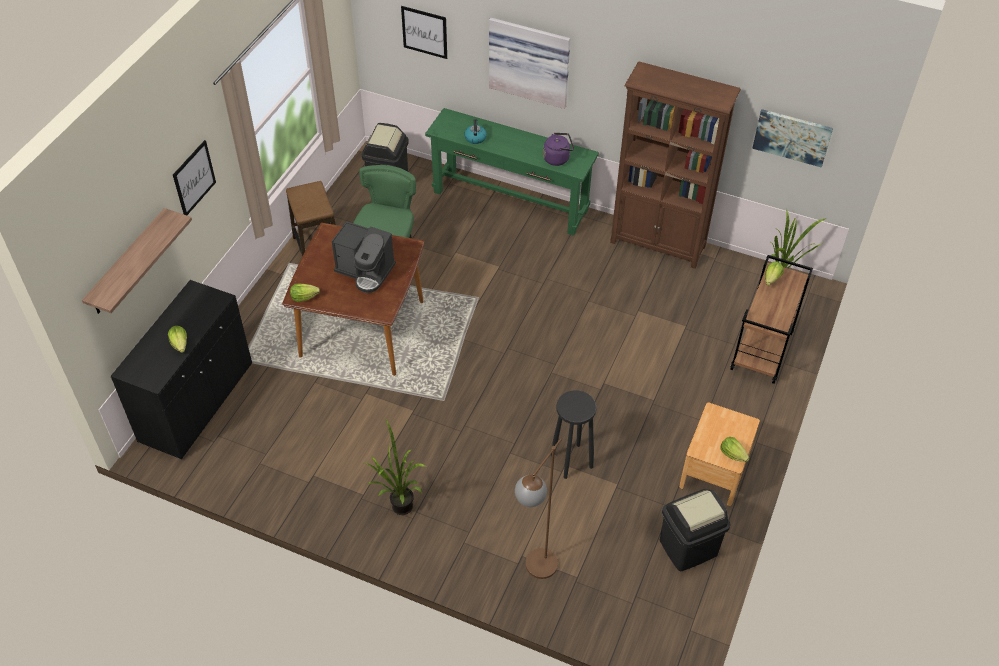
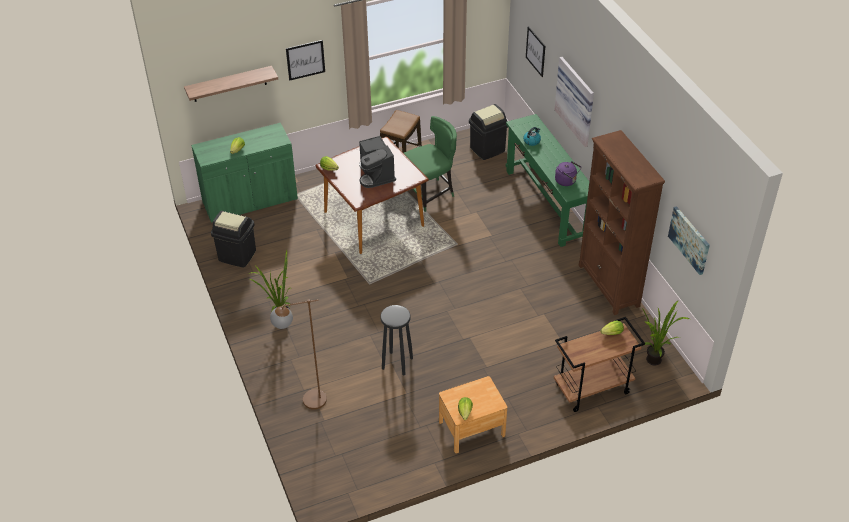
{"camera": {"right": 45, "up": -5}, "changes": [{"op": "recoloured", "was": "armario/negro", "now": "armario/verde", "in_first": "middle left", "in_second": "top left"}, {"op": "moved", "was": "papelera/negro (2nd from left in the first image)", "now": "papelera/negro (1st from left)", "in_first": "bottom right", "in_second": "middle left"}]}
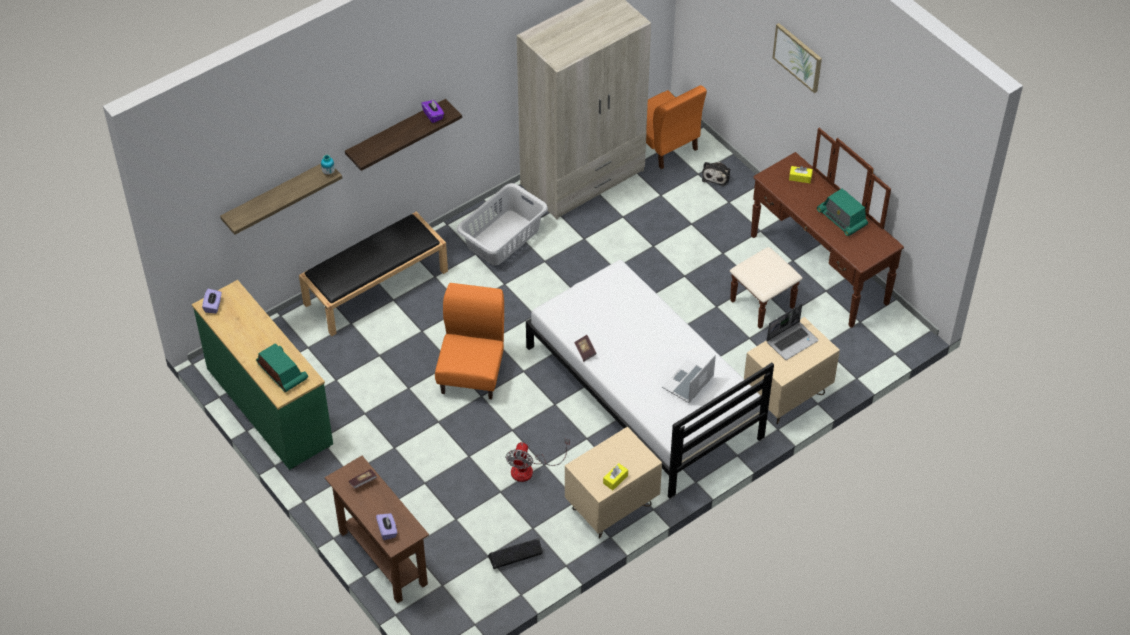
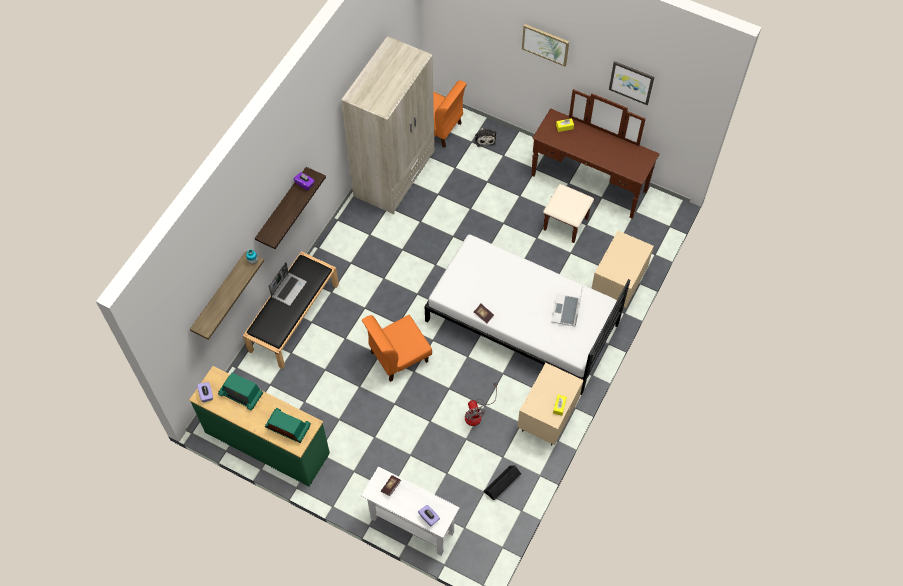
{"camera": {"right": -25, "up": 10}, "changes": [{"op": "recoloured", "was": "mesa consola/marrón", "now": "mesa consola/blanco", "in_first": "bottom centre", "in_second": "bottom centre"}, {"op": "turned", "was": "silla/naranja (1st from left)", "in_first": "centre", "in_second": "centre", "clockwise": -105}, {"op": "removed", "was": "cesto de la ropa/gris", "in_first": "centre"}, {"op": "moved", "was": "portátil (2nd from left in the first image)", "now": "portátil (1st from left)", "in_first": "middle right", "in_second": "middle left"}, {"op": "moved", "was": "radio (2nd from left in the first image)", "now": "radio (1st from left)", "in_first": "middle right", "in_second": "bottom left"}, {"op": "added", "now": "cuadro (2nd from left)", "in_second": "top right"}]}
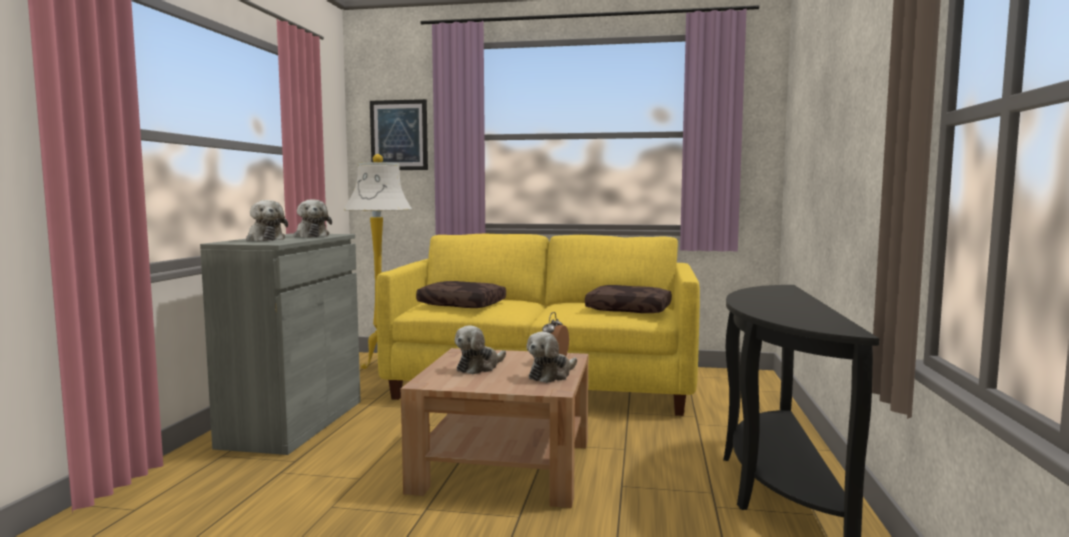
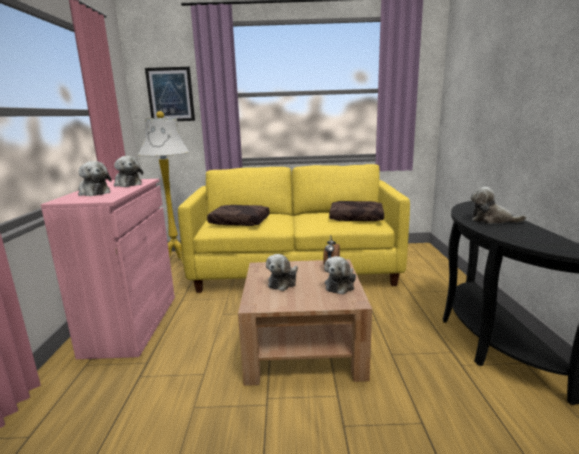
{"camera": {"right": -10, "up": 10}, "changes": [{"op": "recoloured", "was": "armario/gris", "now": "armario/rosa", "in_first": "middle left", "in_second": "middle left"}, {"op": "added", "now": "peluche (5th from left)", "in_second": "middle right"}]}
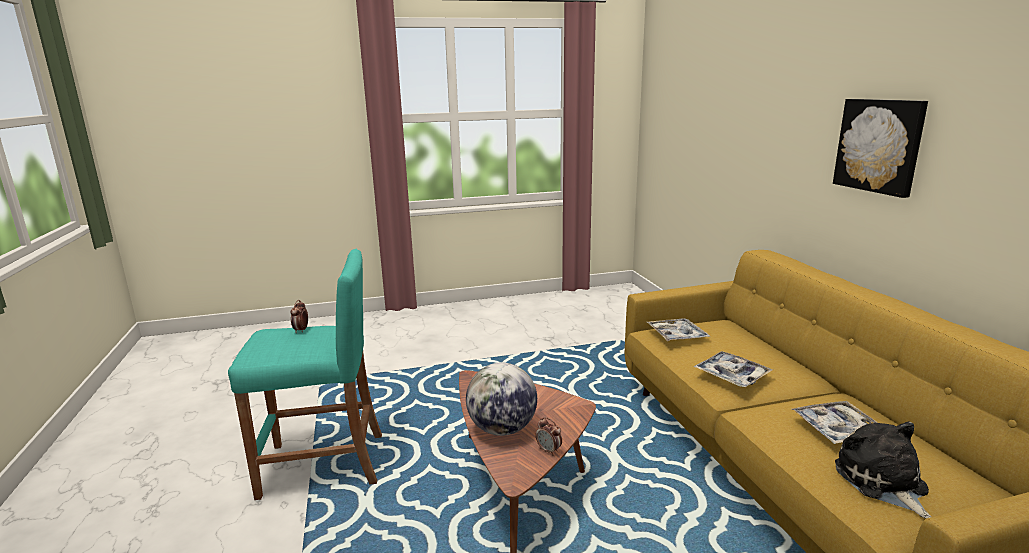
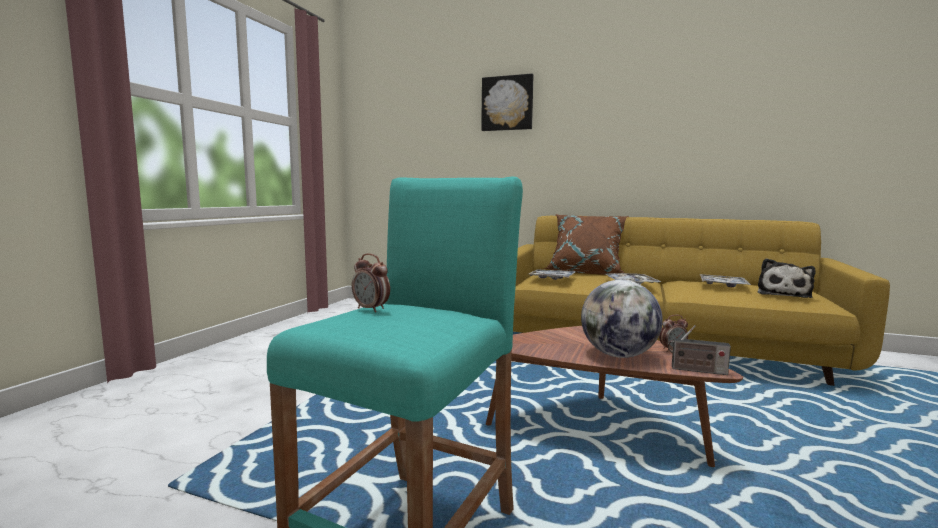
{"camera": {"right": -55, "up": -10}, "changes": [{"op": "moved", "was": "cuadro", "in_first": "top right", "in_second": "top centre"}, {"op": "turned", "was": "peluche", "in_first": "bottom right", "in_second": "middle right", "clockwise": -90}, {"op": "added", "now": "cojín/marrón", "in_second": "centre"}, {"op": "added", "now": "radio", "in_second": "middle right"}]}
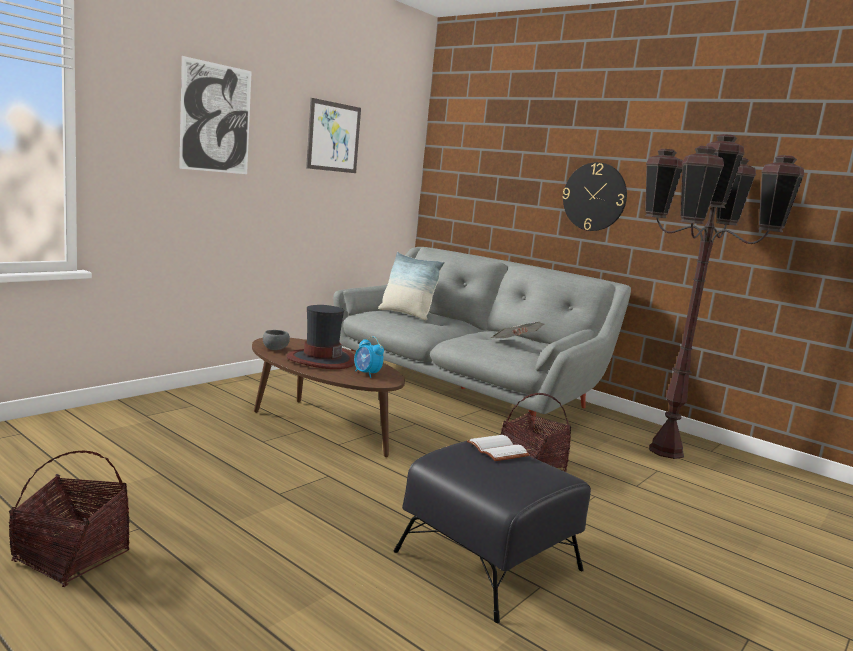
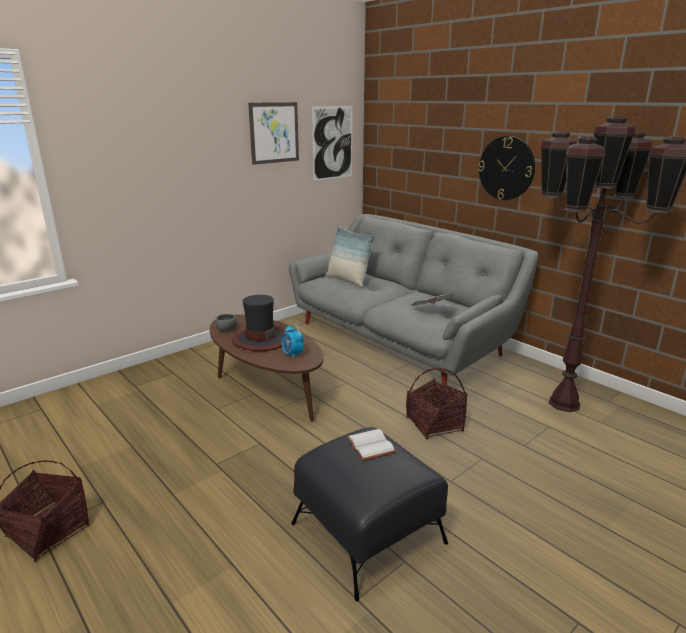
{"camera": {"right": 10, "up": 10}, "changes": [{"op": "moved", "was": "cuadro (1st from left in the first image)", "now": "cuadro (2nd from left)", "in_first": "top left", "in_second": "top centre"}]}
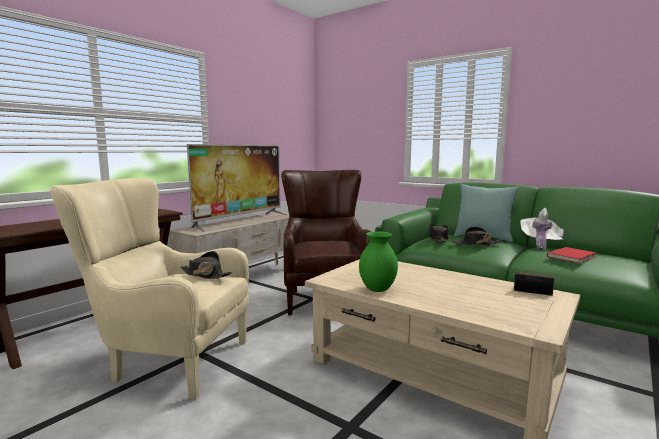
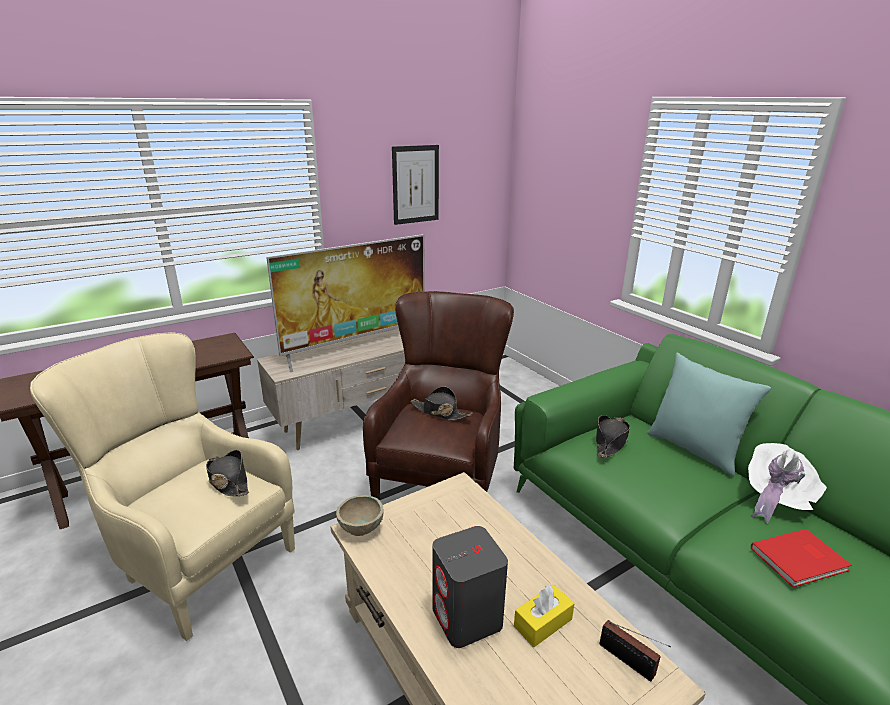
{"camera": {"right": 20, "up": 15}, "changes": [{"op": "removed", "was": "florero/verde", "in_first": "centre"}, {"op": "moved", "was": "sombrero/negro (3rd from left in the first image)", "now": "sombrero/negro (2nd from left)", "in_first": "middle right", "in_second": "centre"}, {"op": "added", "now": "cuenco/beis", "in_second": "bottom centre"}, {"op": "added", "now": "cuadro", "in_second": "top centre"}, {"op": "added", "now": "altavoz/gris", "in_second": "bottom centre"}, {"op": "added", "now": "caja de pañuelos/amarillo", "in_second": "bottom centre"}]}
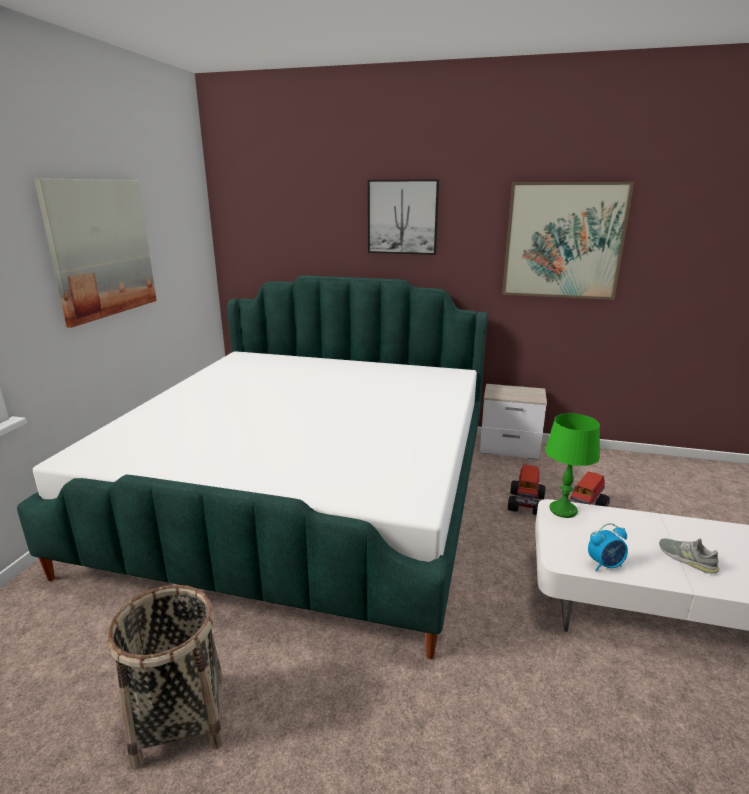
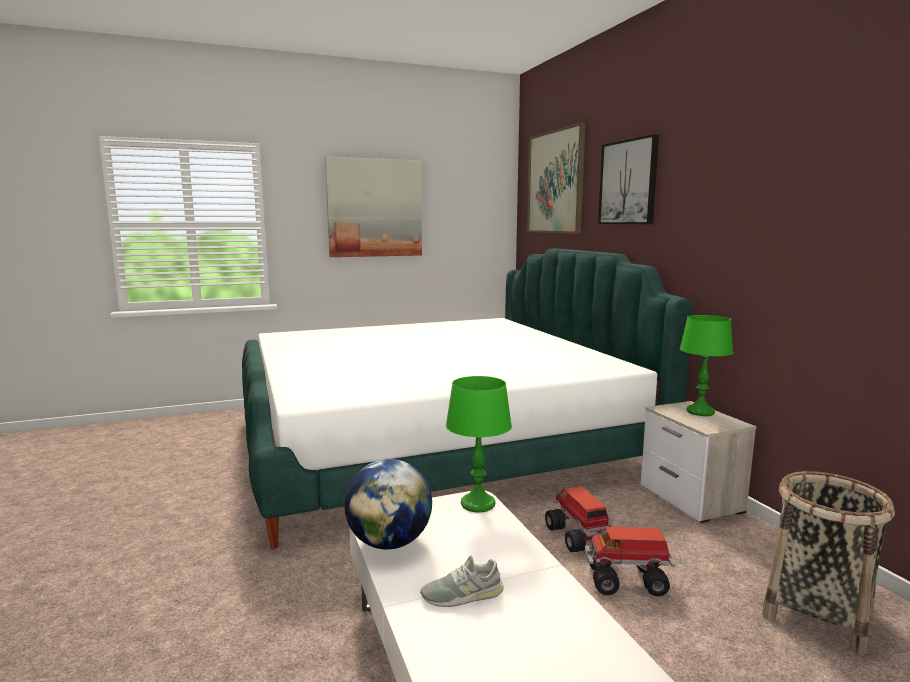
{"camera": {"right": 55, "up": -10}, "changes": [{"op": "moved", "was": "cesta", "in_first": "bottom left", "in_second": "bottom right"}, {"op": "moved", "was": "cuadro (3rd from left in the first image)", "now": "cuadro (2nd from left)", "in_first": "top right", "in_second": "top centre"}, {"op": "turned", "was": "camión de juguete (1st from left)", "in_first": "middle right", "in_second": "bottom centre", "clockwise": 90}, {"op": "replaced", "was": "despertador", "now": "globo terráqueo", "in_first": "bottom right", "in_second": "bottom centre"}, {"op": "turned", "was": "zapato/gris", "in_first": "bottom right", "in_second": "bottom centre", "clockwise": -120}, {"op": "added", "now": "lámpara de mesa/verde (2nd from left)", "in_second": "middle right"}]}
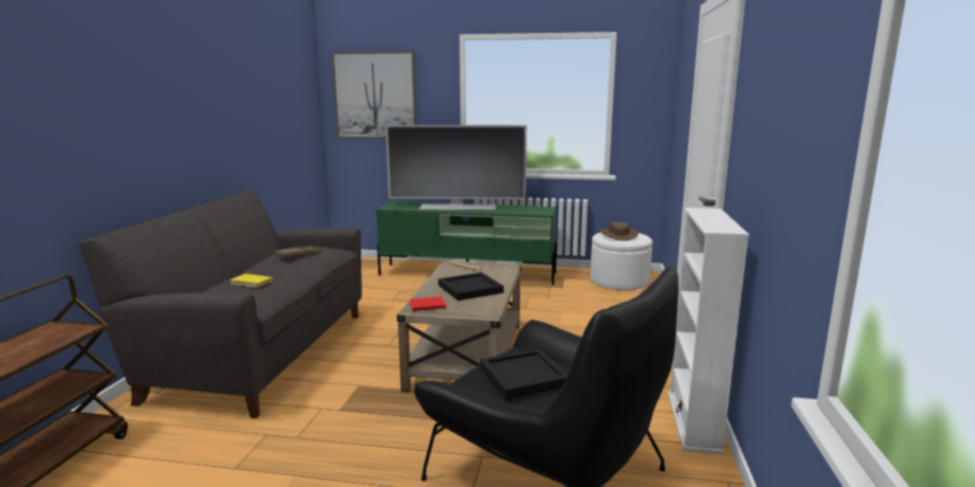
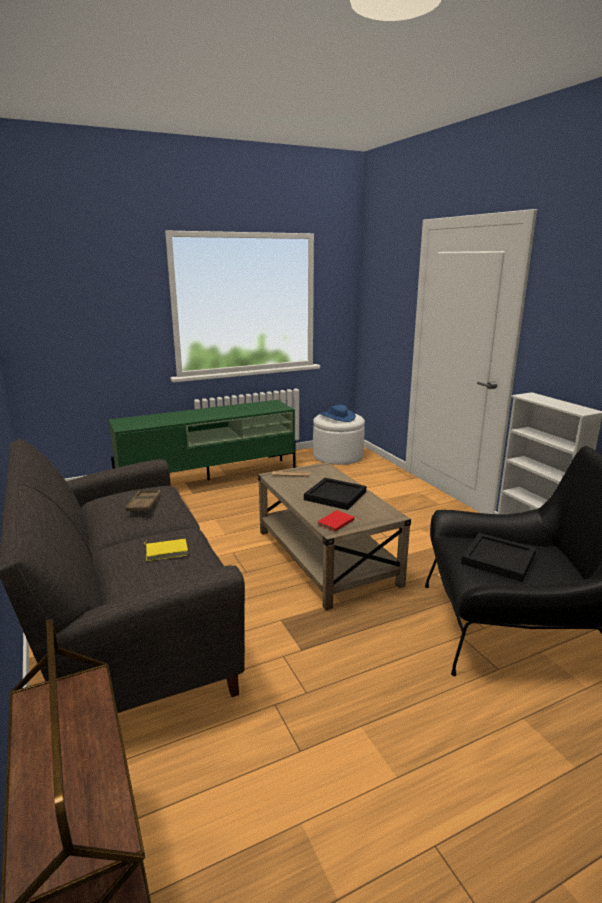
{"camera": {"right": -35, "up": 5}, "changes": [{"op": "removed", "was": "cuadro", "in_first": "top centre"}, {"op": "removed", "was": "televisor", "in_first": "centre"}, {"op": "recoloured", "was": "sombrero/marrón", "now": "sombrero/azul", "in_first": "centre", "in_second": "centre"}]}
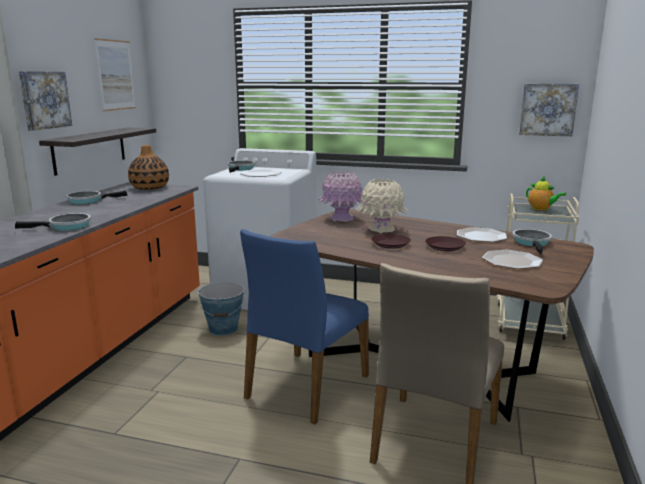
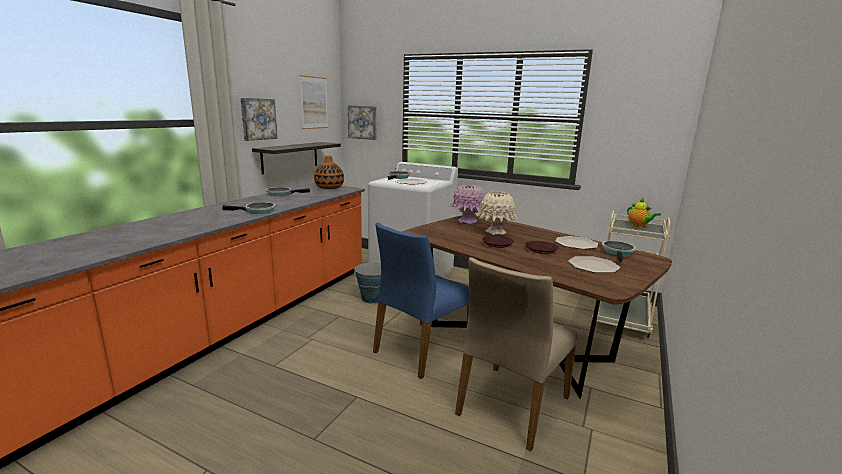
{"camera": {"right": 10, "up": 0}, "changes": [{"op": "moved", "was": "cuadro (3rd from left)", "in_first": "top right", "in_second": "top centre"}]}
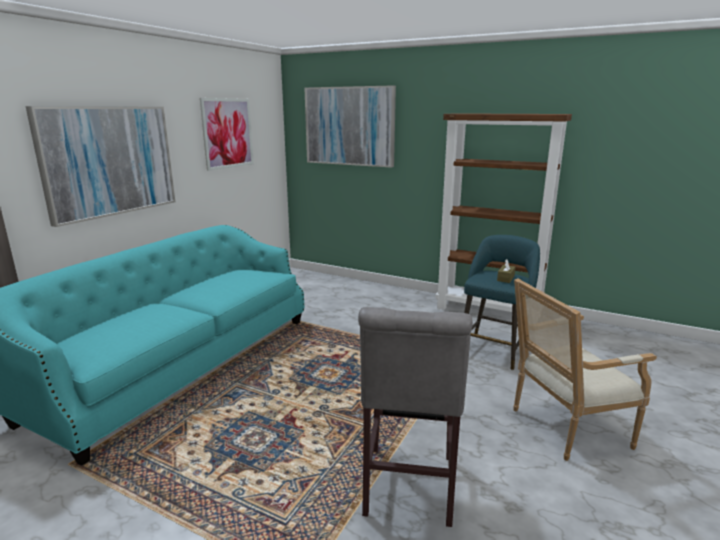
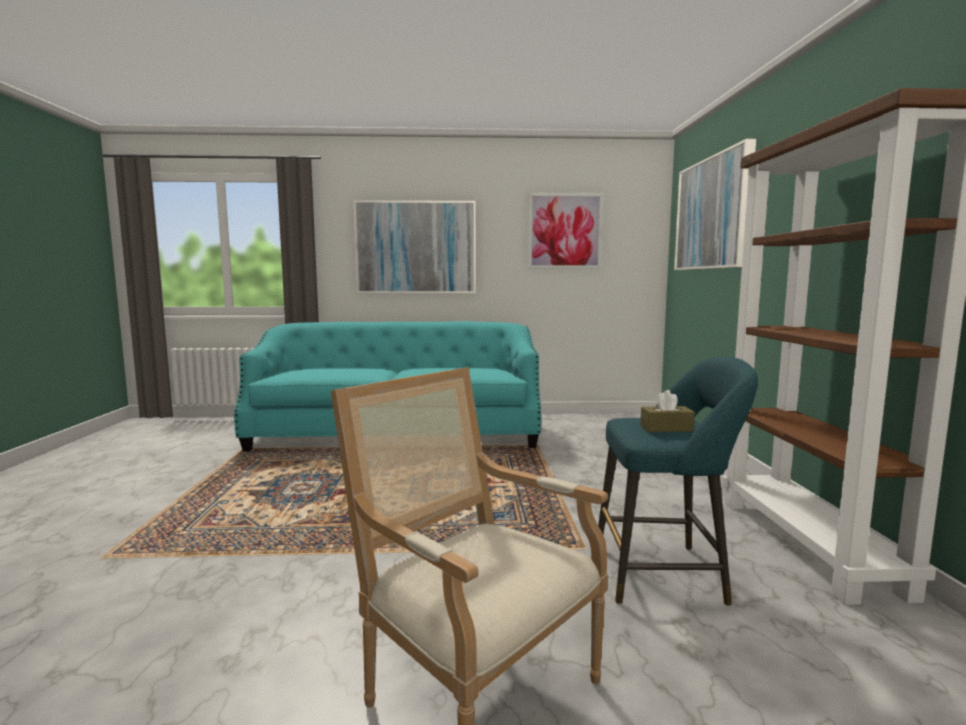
{"camera": {"right": 60, "up": -10}, "changes": [{"op": "removed", "was": "taburete/gris", "in_first": "bottom centre"}]}
